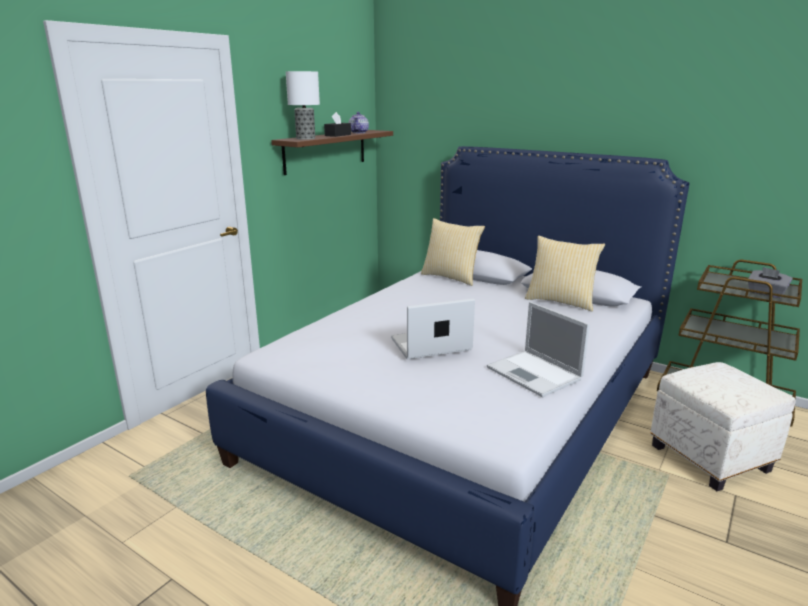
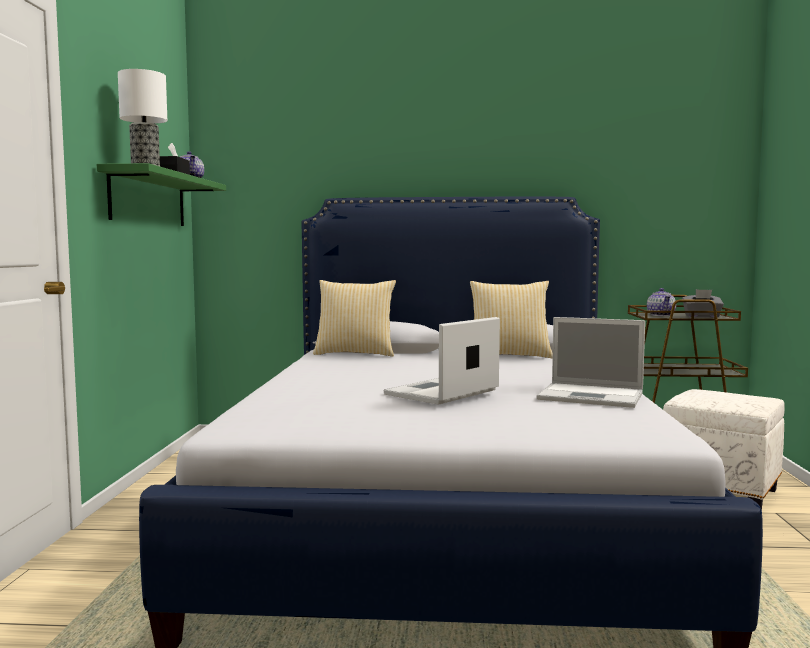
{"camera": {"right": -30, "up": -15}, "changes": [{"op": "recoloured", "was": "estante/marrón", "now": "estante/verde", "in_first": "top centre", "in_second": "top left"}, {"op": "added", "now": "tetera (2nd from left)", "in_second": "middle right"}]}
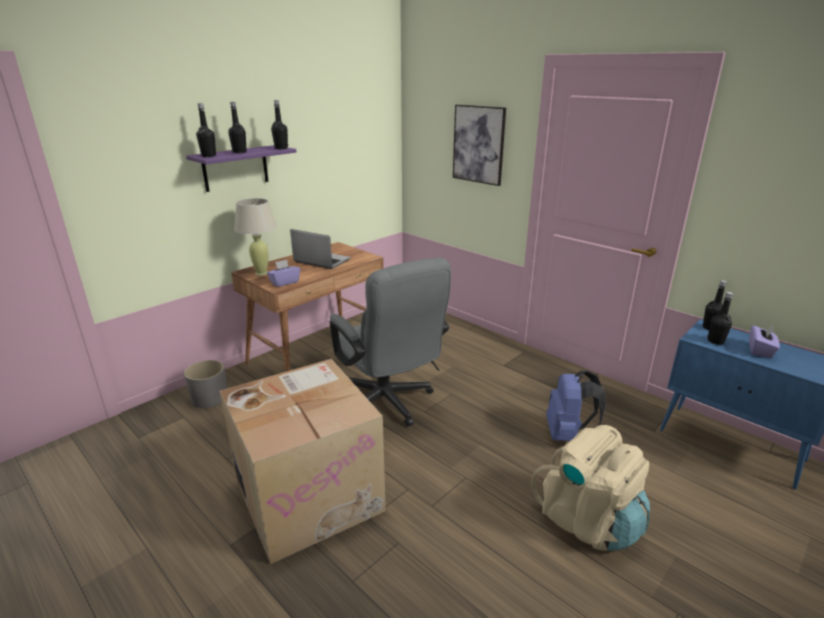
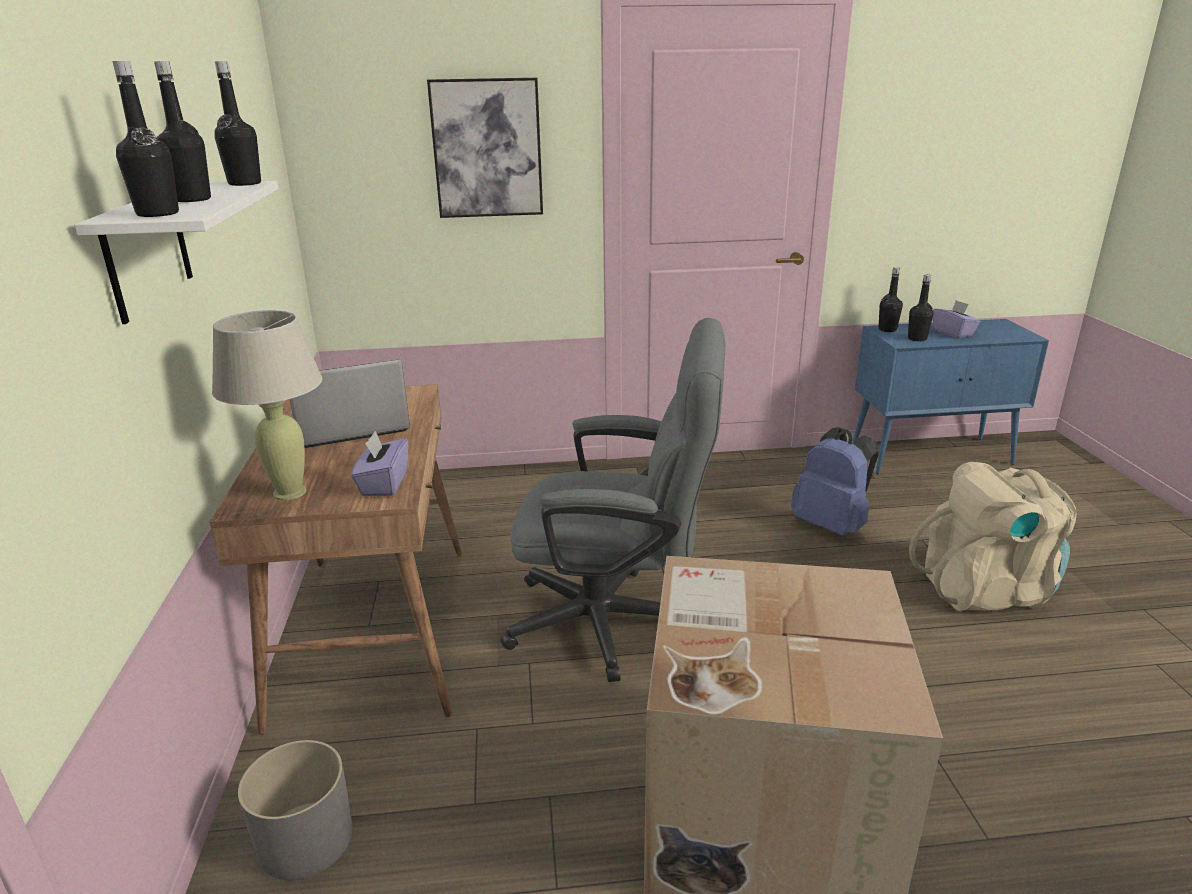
{"camera": {"right": -50, "up": 0}, "changes": [{"op": "recoloured", "was": "estante/morado", "now": "estante/blanco", "in_first": "top left", "in_second": "top left"}]}
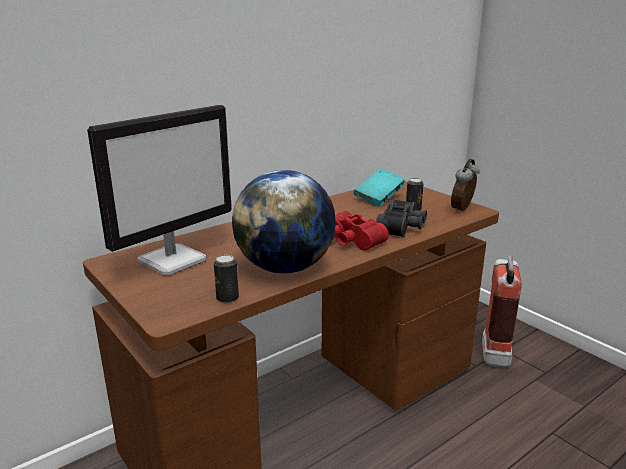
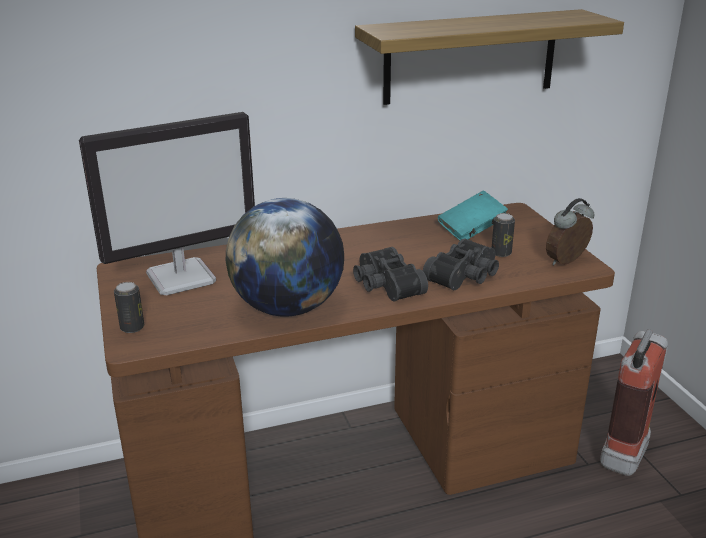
{"camera": {"right": 20, "up": 5}, "changes": [{"op": "moved", "was": "lata (1st from left)", "in_first": "centre", "in_second": "middle left"}, {"op": "recoloured", "was": "prismáticos/rojo", "now": "prismáticos/negro (1st from left)", "in_first": "centre", "in_second": "centre"}, {"op": "added", "now": "estante", "in_second": "top right"}]}
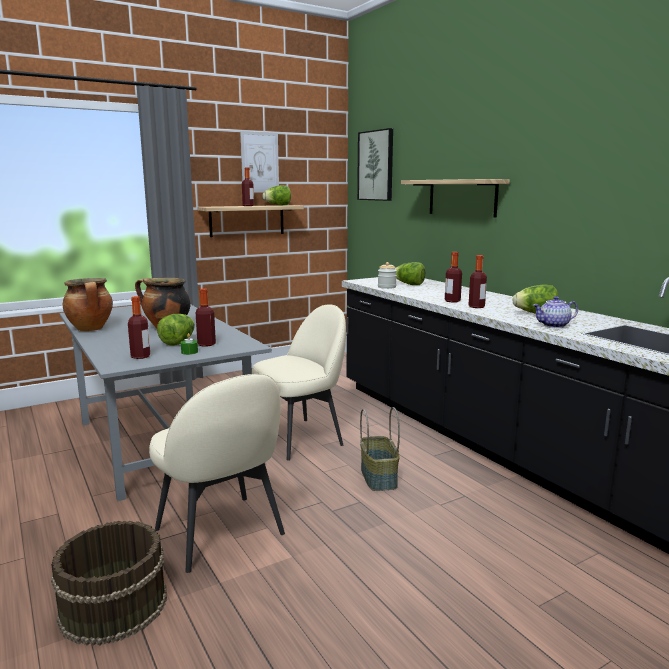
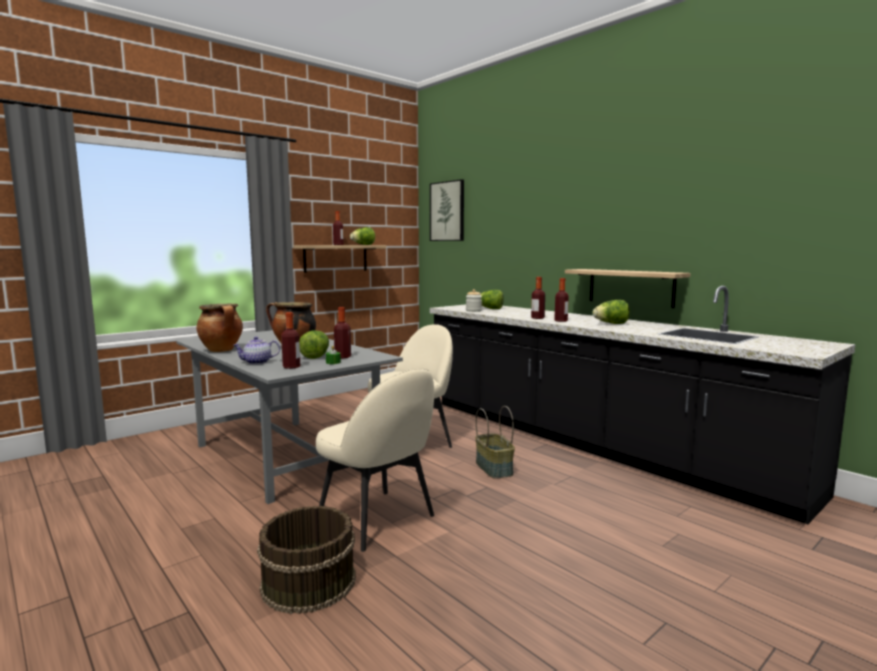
{"camera": {"right": -10, "up": -5}, "changes": [{"op": "removed", "was": "cuadro (1st from left)", "in_first": "top centre"}, {"op": "moved", "was": "estante (2nd from left)", "in_first": "top right", "in_second": "middle right"}, {"op": "moved", "was": "tetera", "in_first": "middle right", "in_second": "middle left"}]}
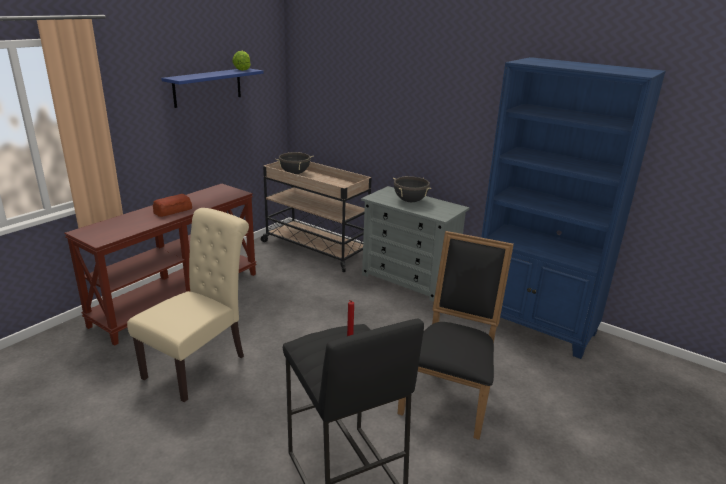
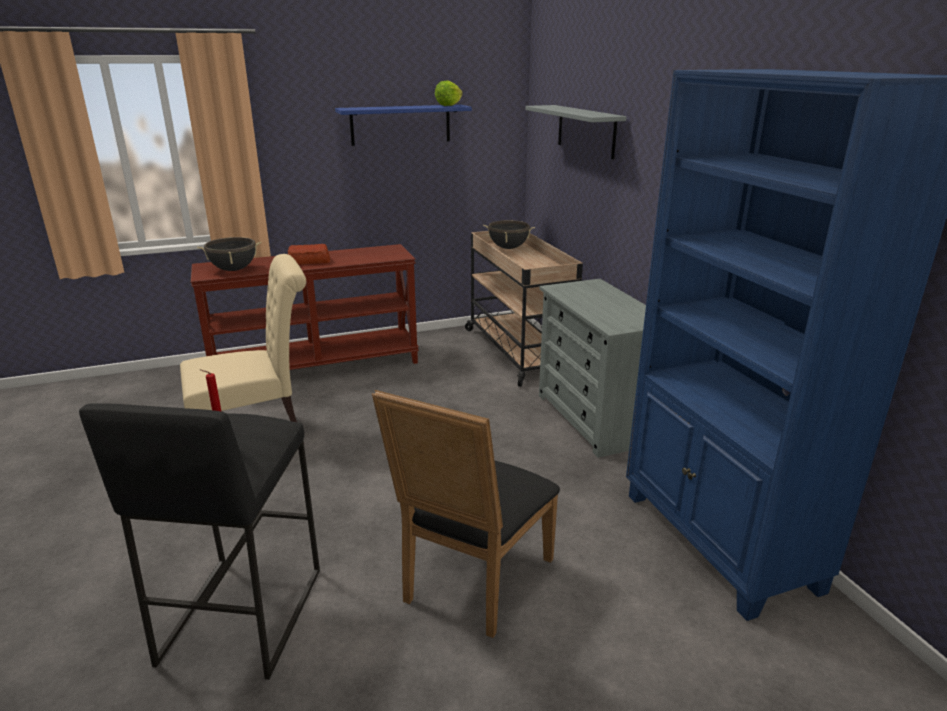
{"camera": {"right": 35, "up": 0}, "changes": [{"op": "moved", "was": "olla/negro (2nd from left in the first image)", "now": "olla/negro (1st from left)", "in_first": "centre", "in_second": "middle left"}, {"op": "turned", "was": "silla/negro", "in_first": "bottom centre", "in_second": "bottom centre", "clockwise": 150}, {"op": "added", "now": "estante/gris", "in_second": "top centre"}]}
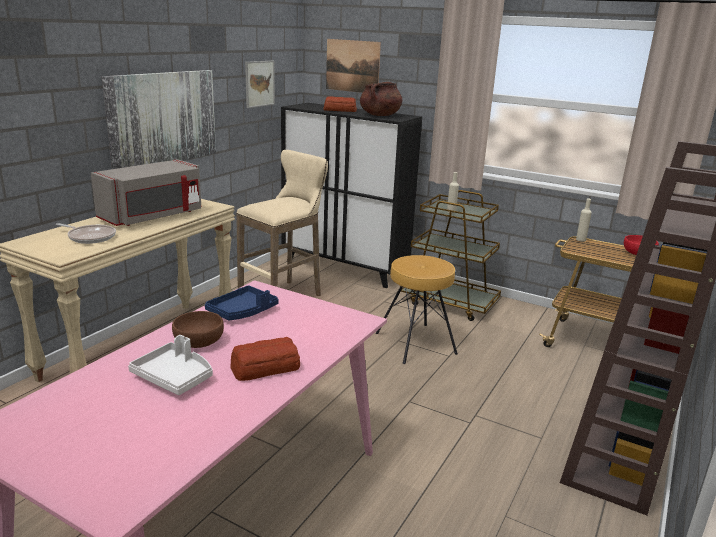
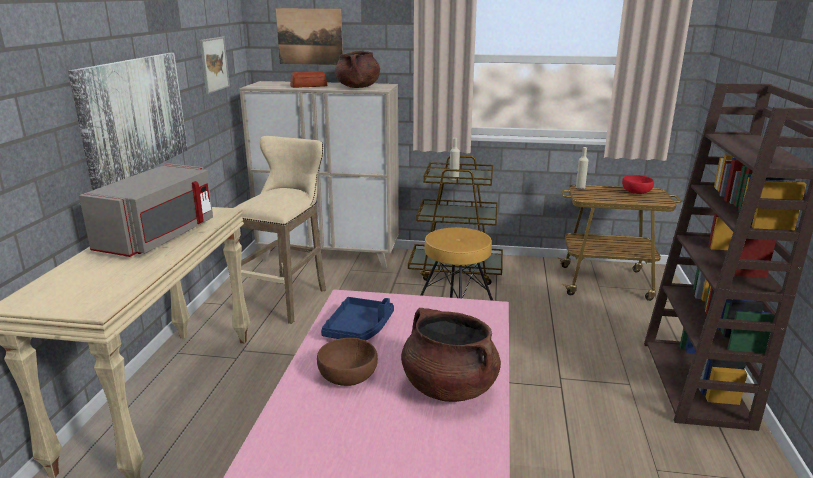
{"camera": {"right": -20, "up": 0}, "changes": [{"op": "removed", "was": "sartén", "in_first": "middle left"}, {"op": "removed", "was": "bandeja/blanco", "in_first": "bottom left"}, {"op": "replaced", "was": "pan (1st from left)", "now": "olla/marrón (2nd from left)", "in_first": "bottom centre", "in_second": "bottom centre"}, {"op": "recoloured", "was": "armario/negro", "now": "armario/beis", "in_first": "centre", "in_second": "centre"}]}
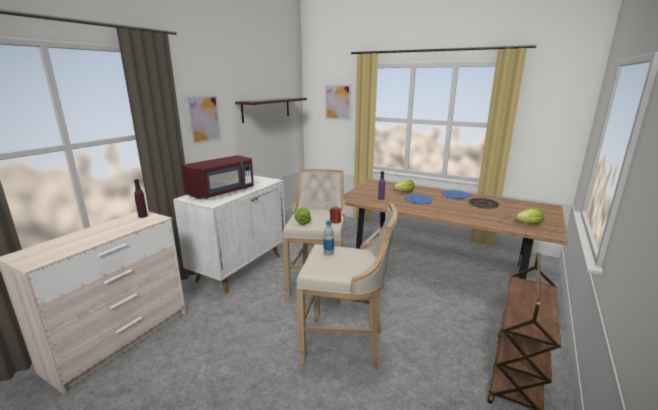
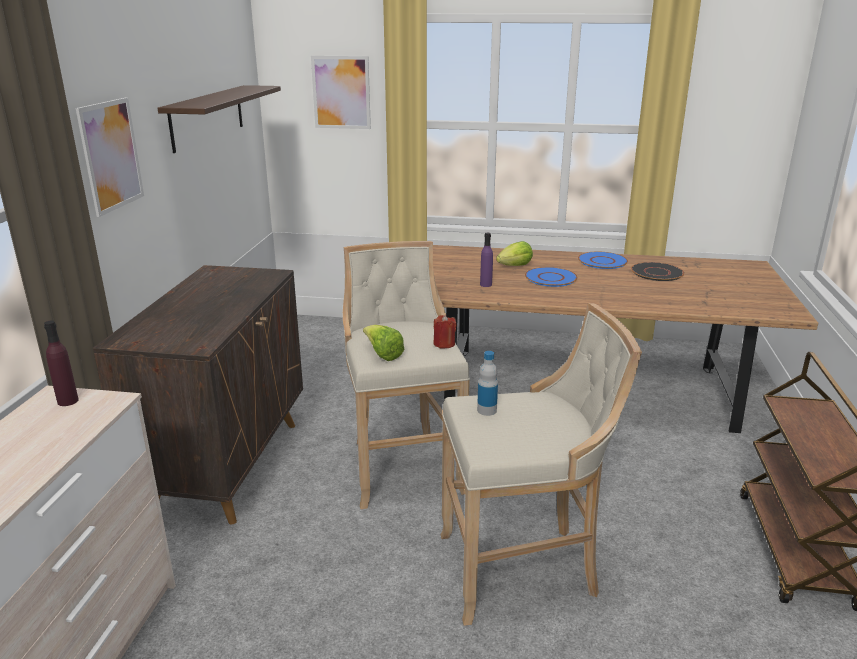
{"camera": {"right": -20, "up": 5}, "changes": [{"op": "recoloured", "was": "armario/blanco", "now": "armario/marrón", "in_first": "centre", "in_second": "middle left"}, {"op": "removed", "was": "microondas/rojo", "in_first": "middle left"}, {"op": "removed", "was": "lechuga (3rd from left)", "in_first": "middle right"}]}
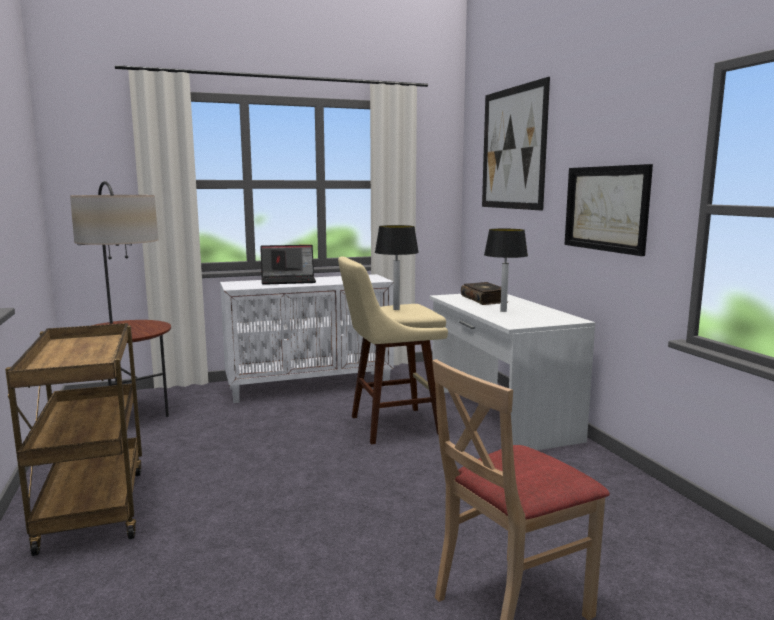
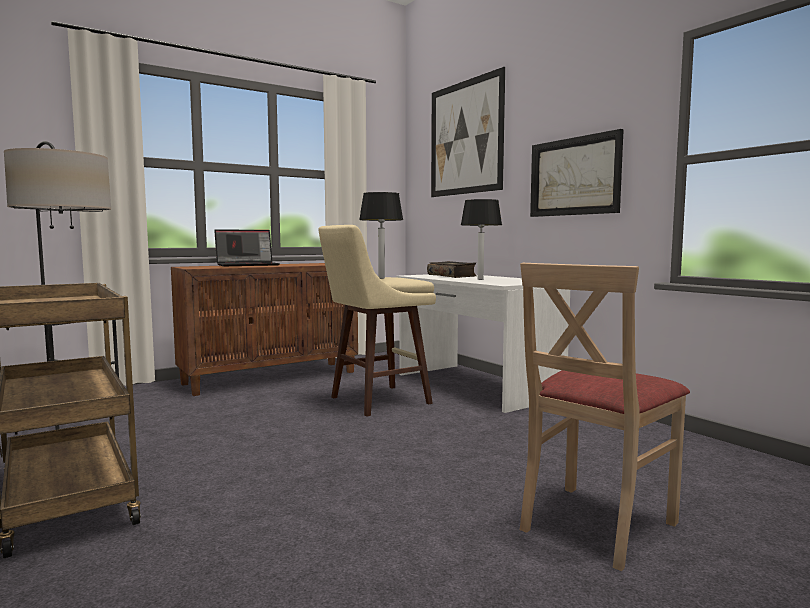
{"camera": {"right": -15, "up": -5}, "changes": [{"op": "recoloured", "was": "armario/blanco", "now": "armario/marrón", "in_first": "centre", "in_second": "middle left"}]}
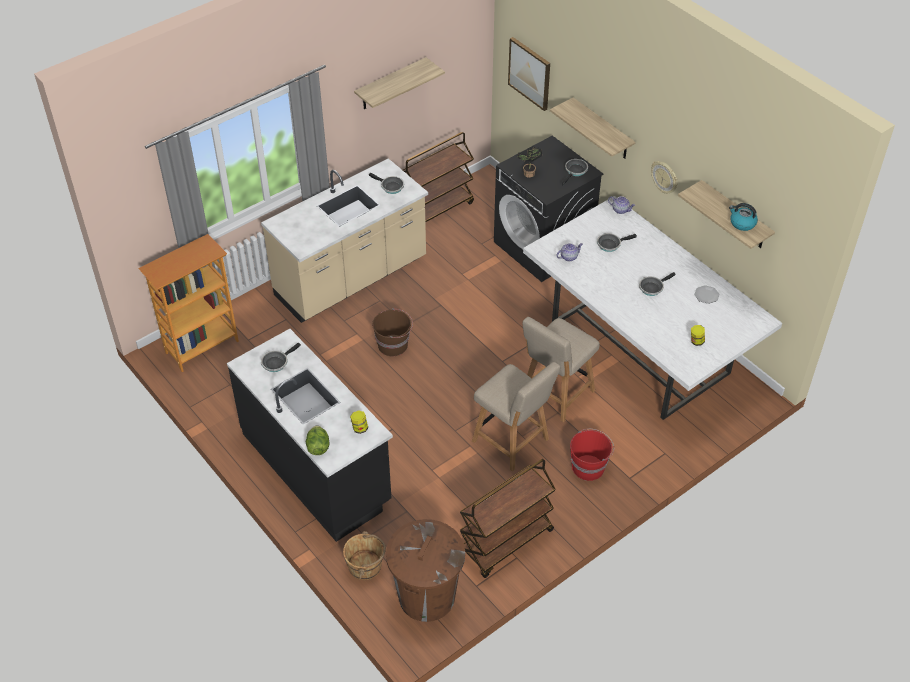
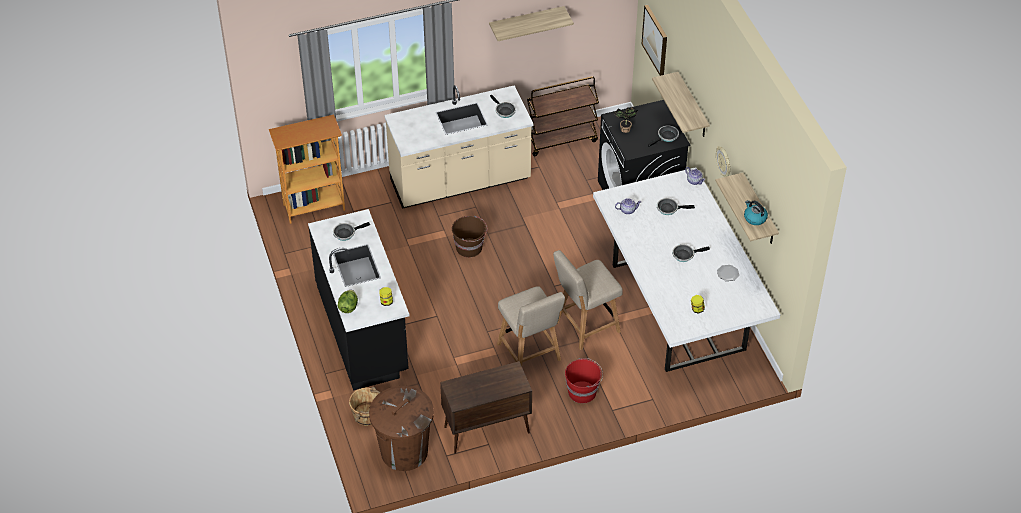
{"camera": {"right": 20, "up": 0}, "changes": [{"op": "replaced", "was": "carrito/marrón (2nd from left)", "now": "armario/marrón", "in_first": "bottom centre", "in_second": "bottom centre"}]}
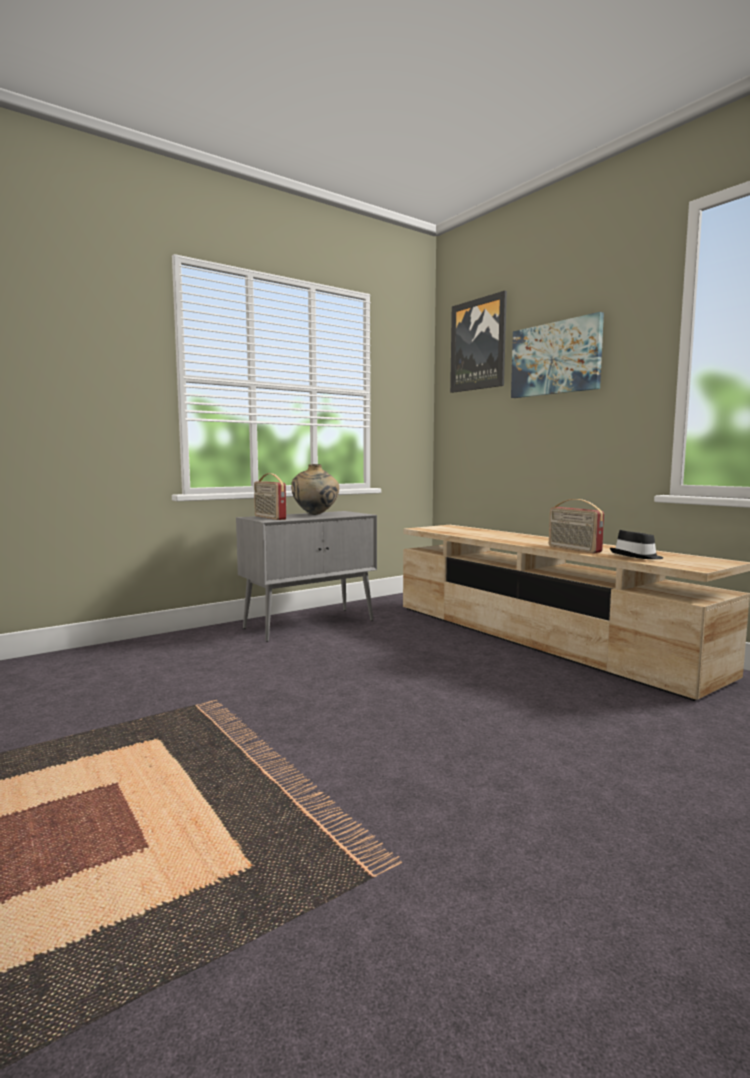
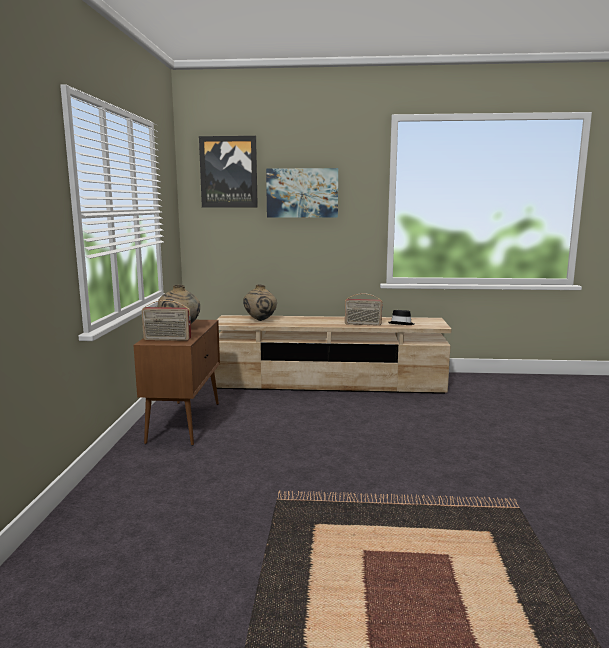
{"camera": {"right": -50, "up": 5}, "changes": [{"op": "recoloured", "was": "armario/gris", "now": "armario/marrón", "in_first": "centre", "in_second": "middle left"}, {"op": "added", "now": "florero/beis (2nd from left)", "in_second": "centre"}]}
